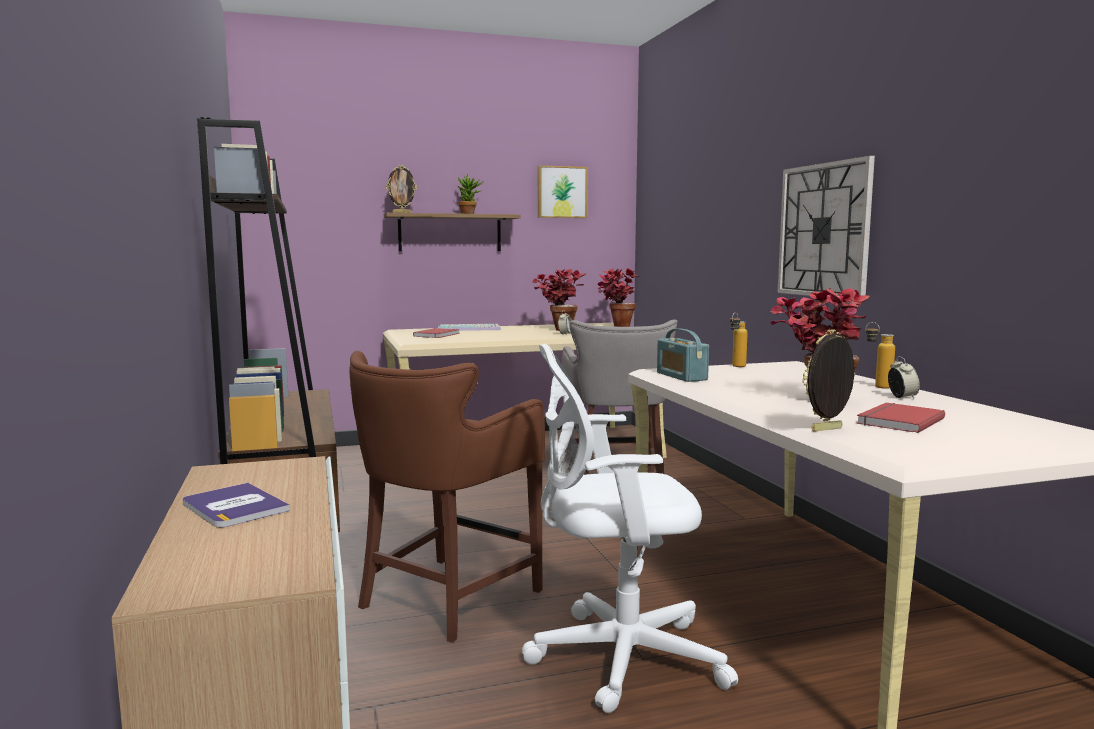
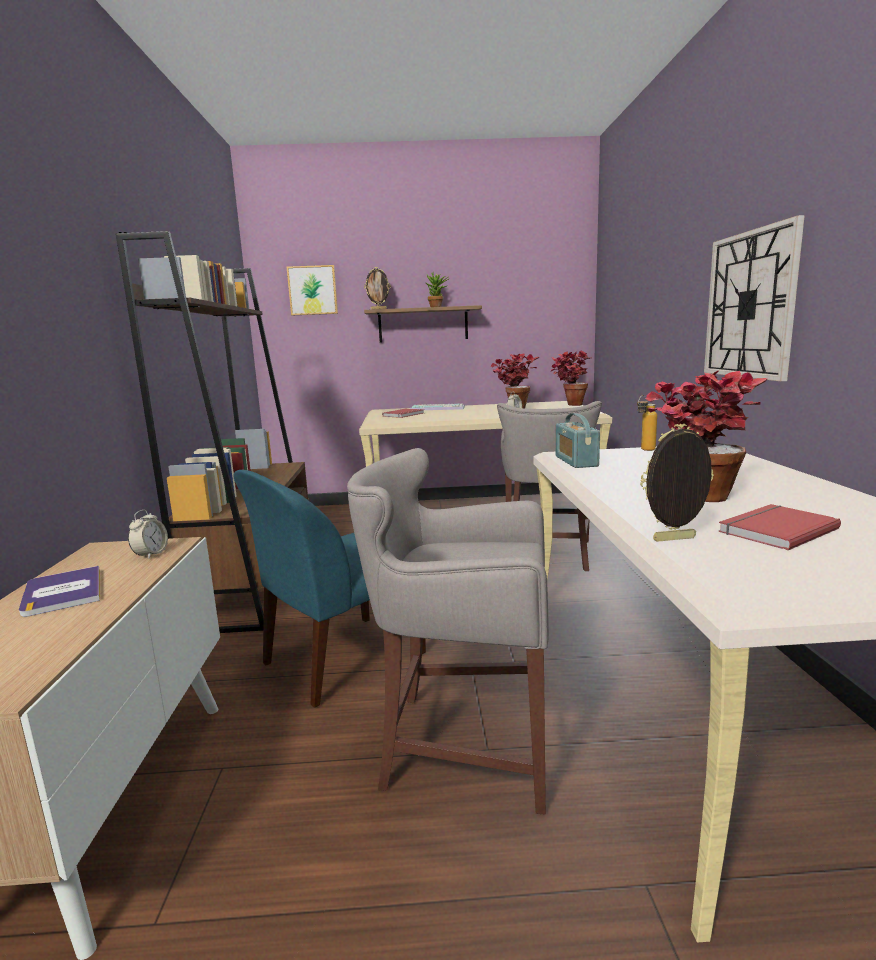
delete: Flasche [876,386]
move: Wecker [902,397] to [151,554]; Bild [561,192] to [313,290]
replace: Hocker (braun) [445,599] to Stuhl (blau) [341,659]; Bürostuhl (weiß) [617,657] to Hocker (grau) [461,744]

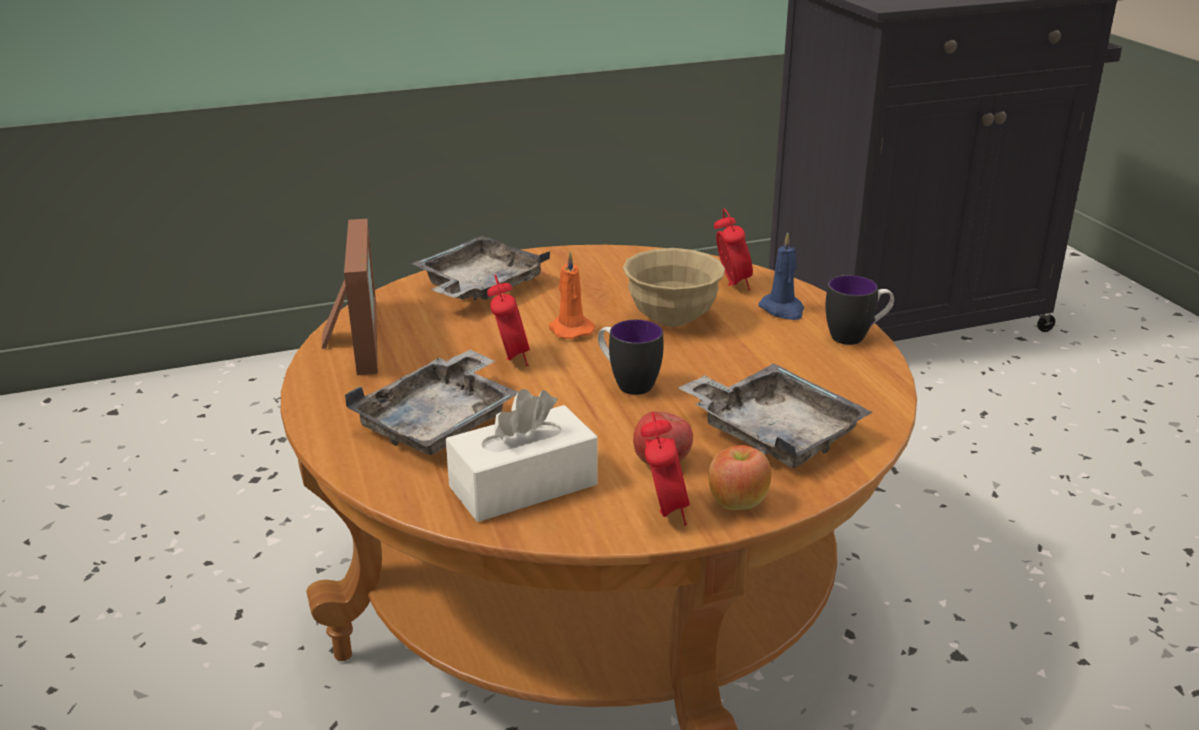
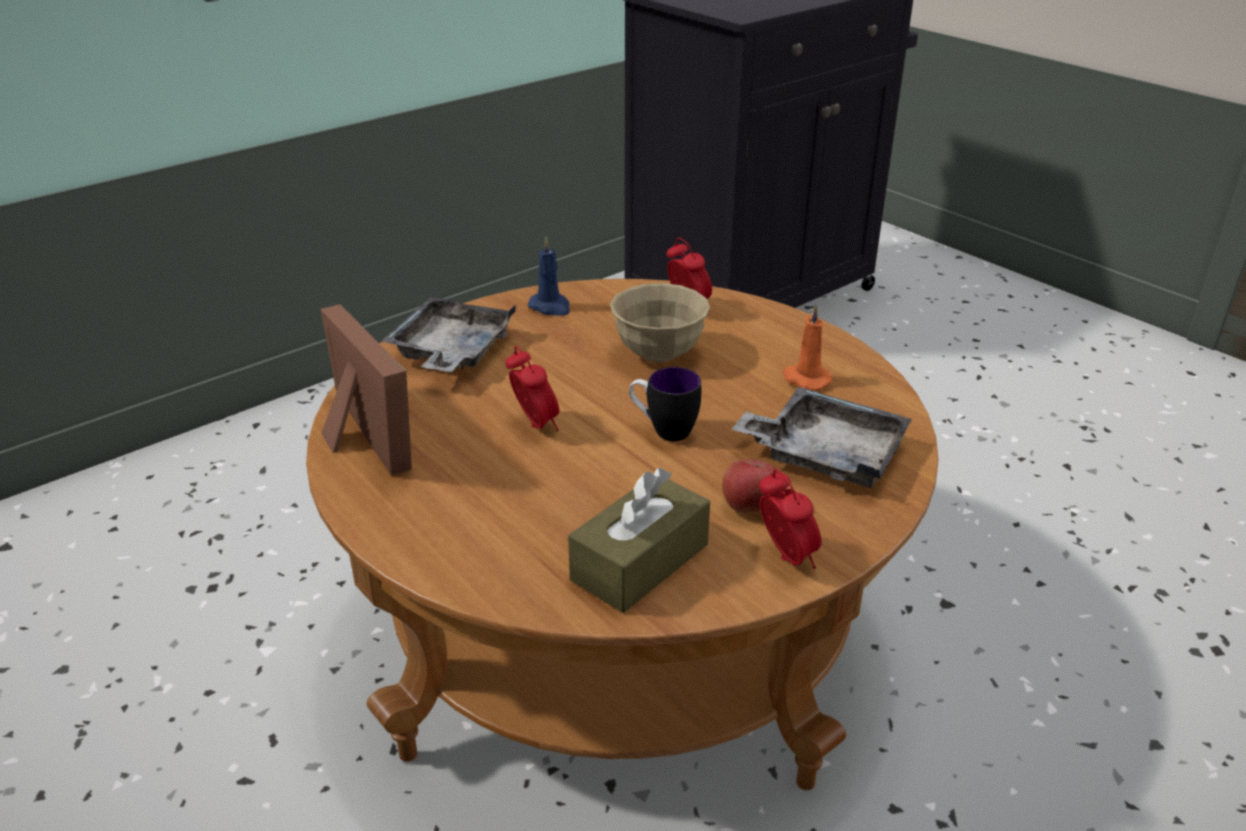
delete: Tablett (grau) [440,423]; Apfel [737,503]; Henkelbecher [856,337]
move: Kerze (blau) [782,310] to [550,307]; Kerze (orange) [570,329] to [805,379]
recolor: Taschentuchbox (weiß) [523,486] to Taschentuchbox (braun) [640,562]

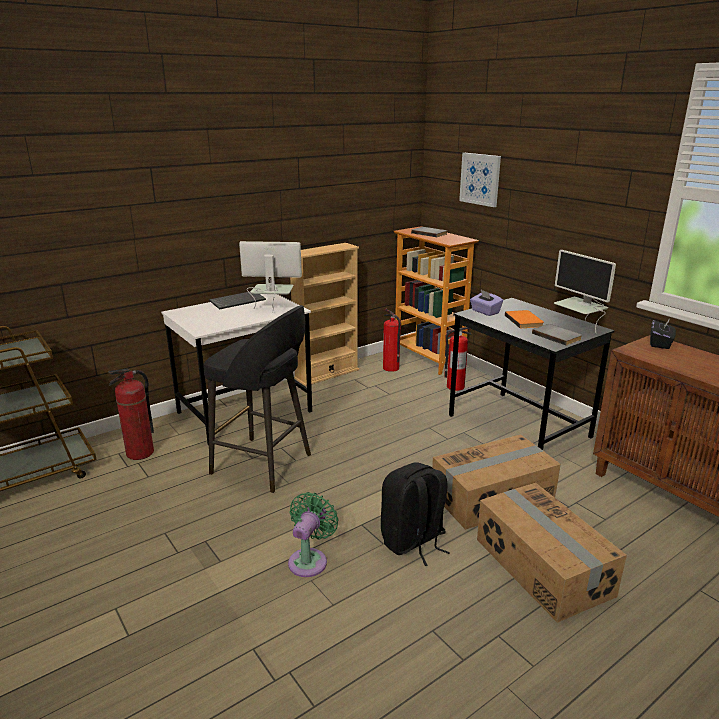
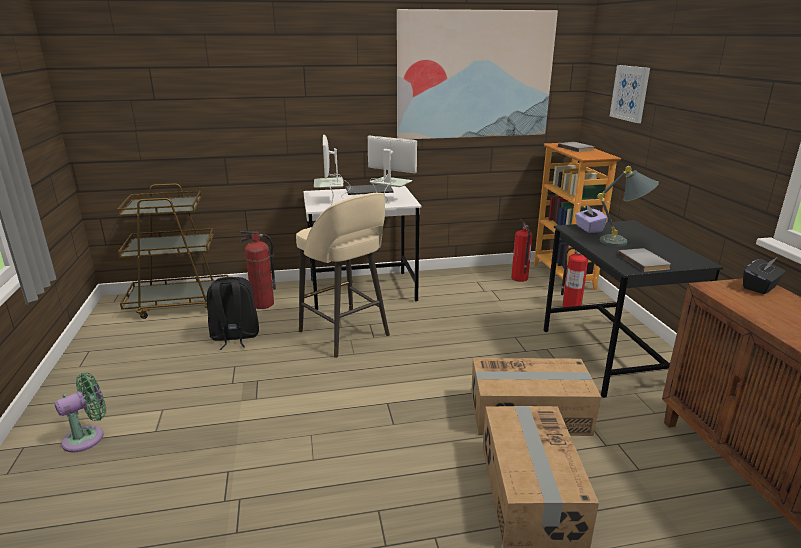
delete: Bücherregal (beige) [326,374]
insert: Bild [474,75]
move: Ventilator (grün) [310,560] to [88,437]; Rucksack (schwarz) [413,542] to [234,337]; Monitor [578,327] to [330,201]
replace: Buch (orange) [525,321] to Tischlampe (grau) [623,242]
recolor: Hocker (schwarz) [264,465] to Hocker (beige) [345,334]

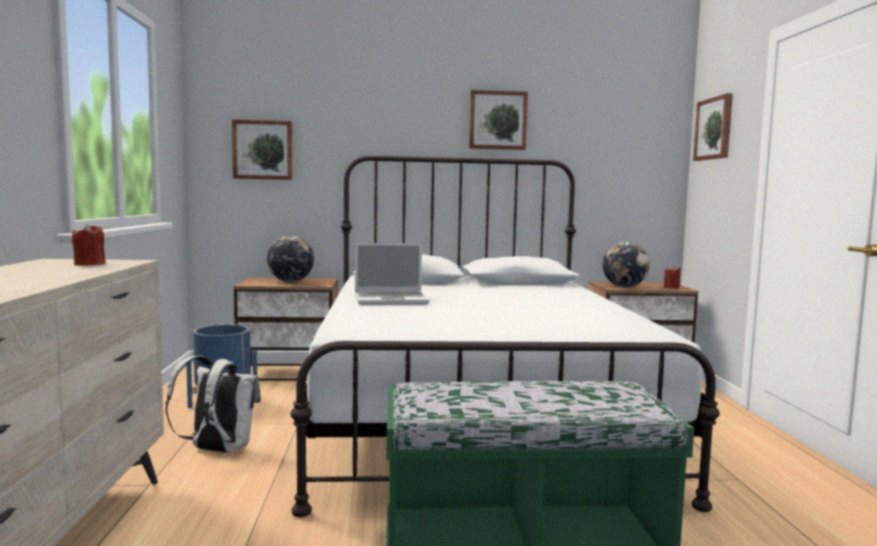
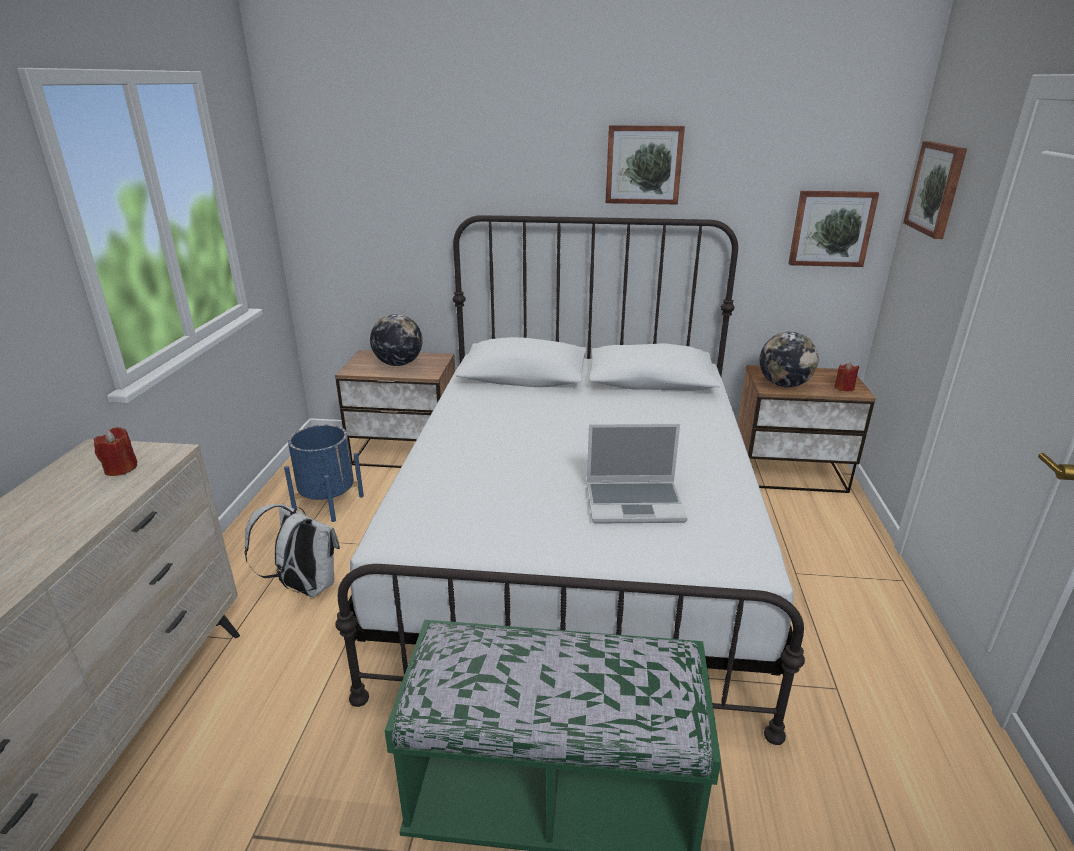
move: Laptop [391,300] to [635,503]; Bild [263,150] to [831,228]

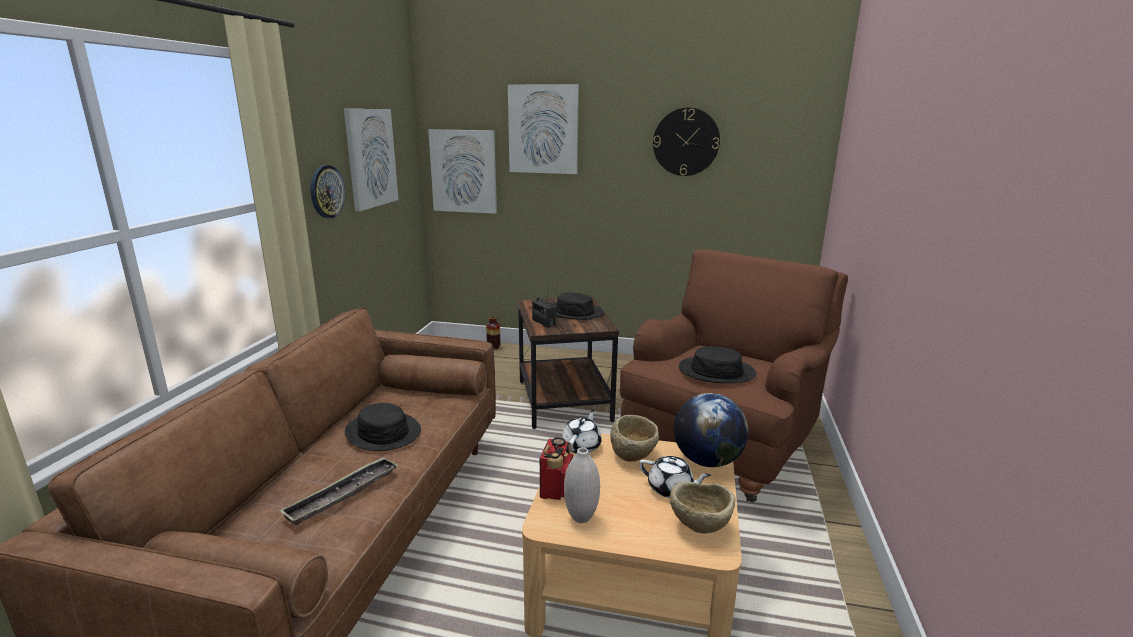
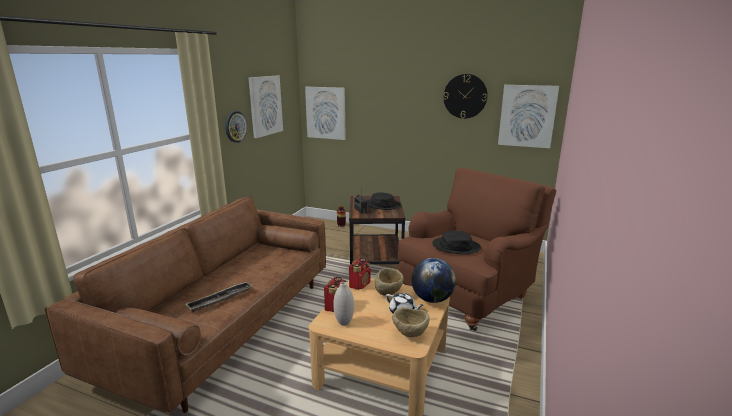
delete: Hut (schwarz) [383,432]
move: Bild [543,129] to [527,116]
replace: Teekanne (weiß) [581,446] to Radio [360,285]

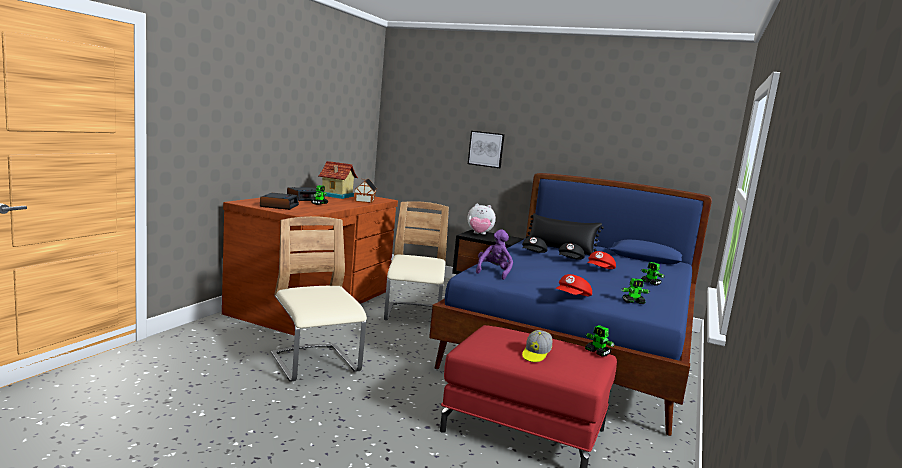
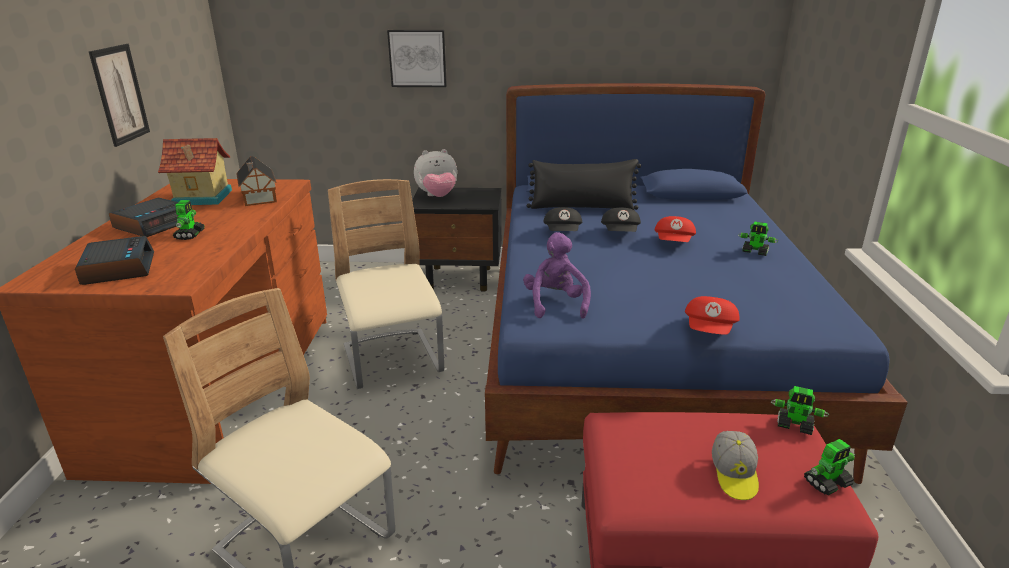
insert: Bild [120,94]
move: Spielzeugroboter [633,302] to [828,482]

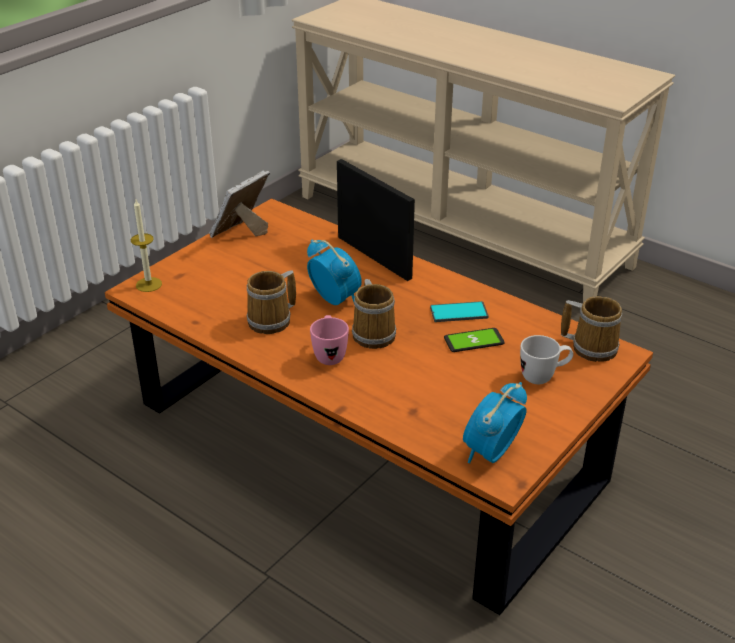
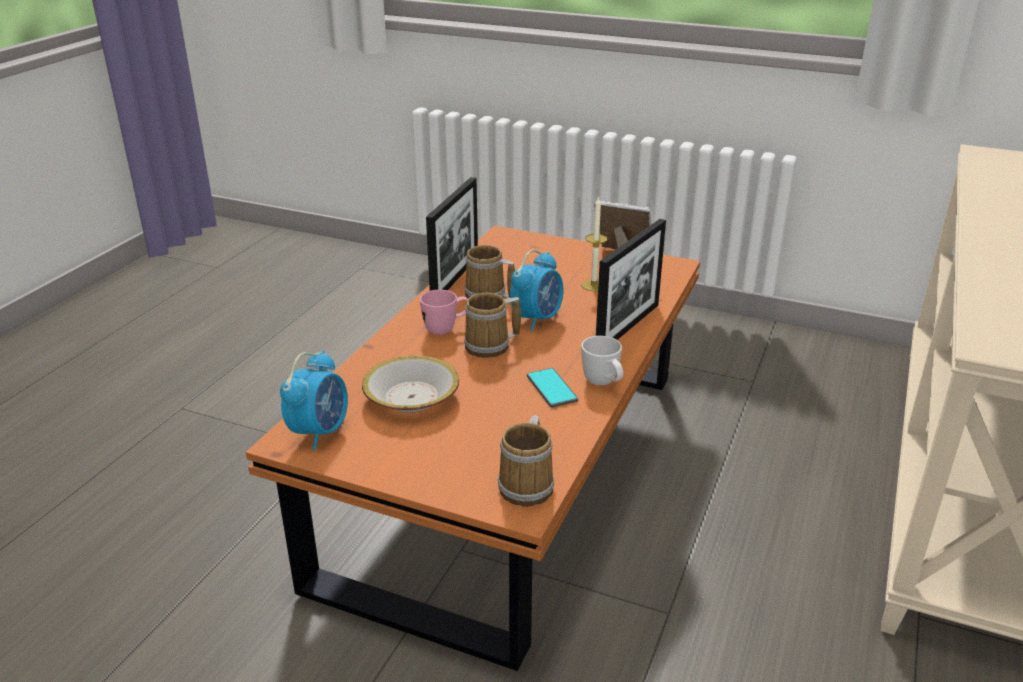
delete: Handy [474,341]
insert: Schüssel [411,398]; Bilderrahmen [455,278]
move: Kerze [148,284] to [593,285]; Henkelbecher (weiß) [543,377] to [603,384]
rotate: Wecker [491,453] = [320,431] 90 degrees clockwise

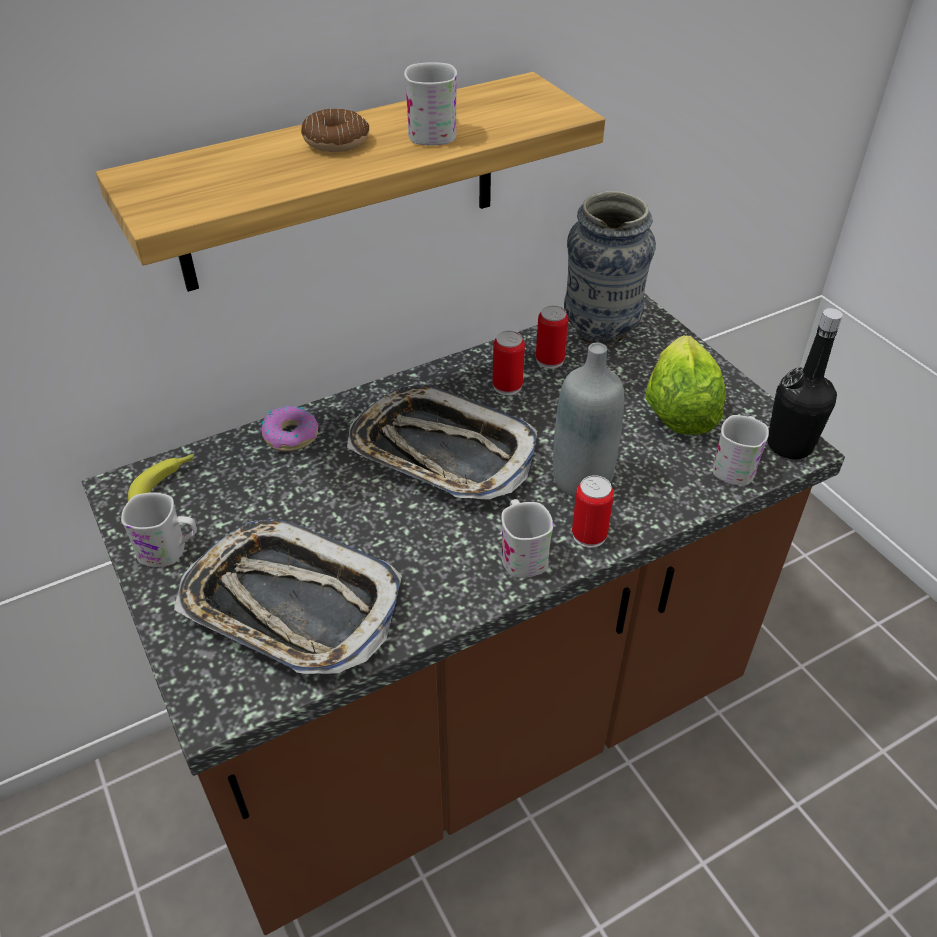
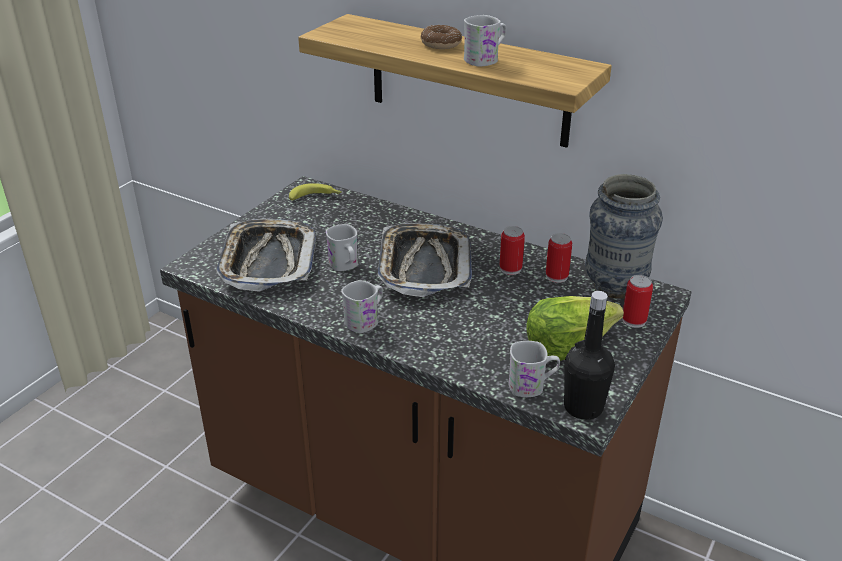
delete: Donut [291,435]; Flasche (grau) [581,480]
move: Henkelbecher (weiß) [170,550] to [345,266]; Dose [589,535] to [634,320]

